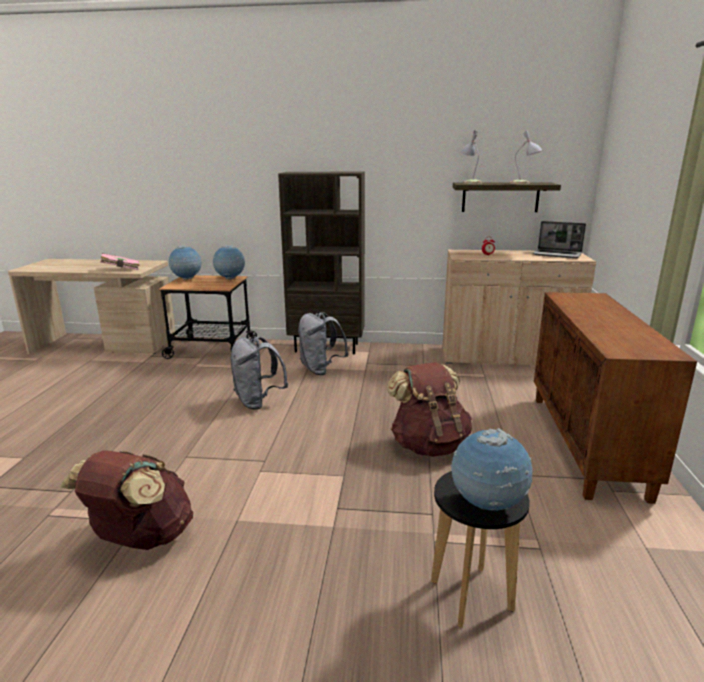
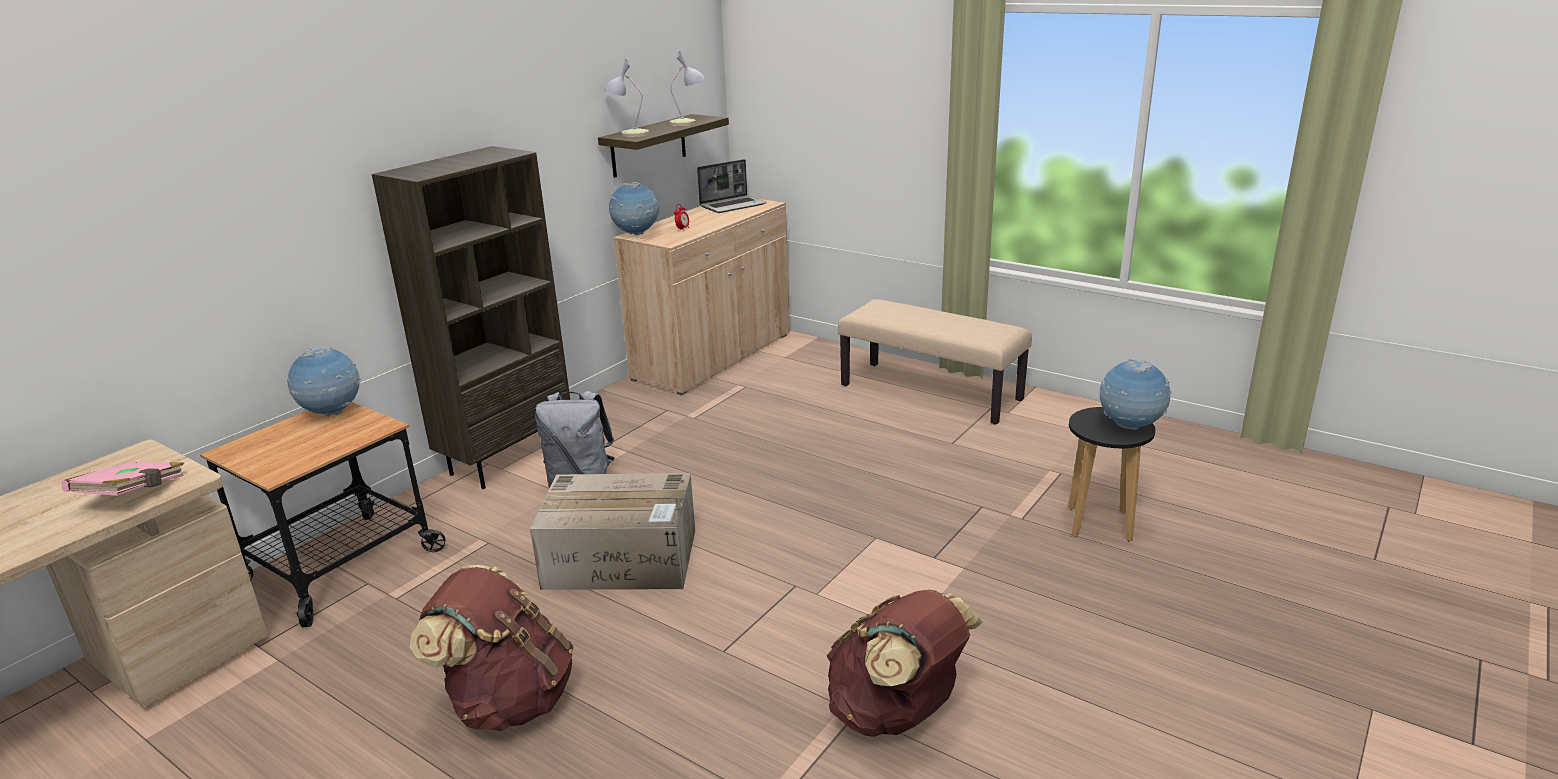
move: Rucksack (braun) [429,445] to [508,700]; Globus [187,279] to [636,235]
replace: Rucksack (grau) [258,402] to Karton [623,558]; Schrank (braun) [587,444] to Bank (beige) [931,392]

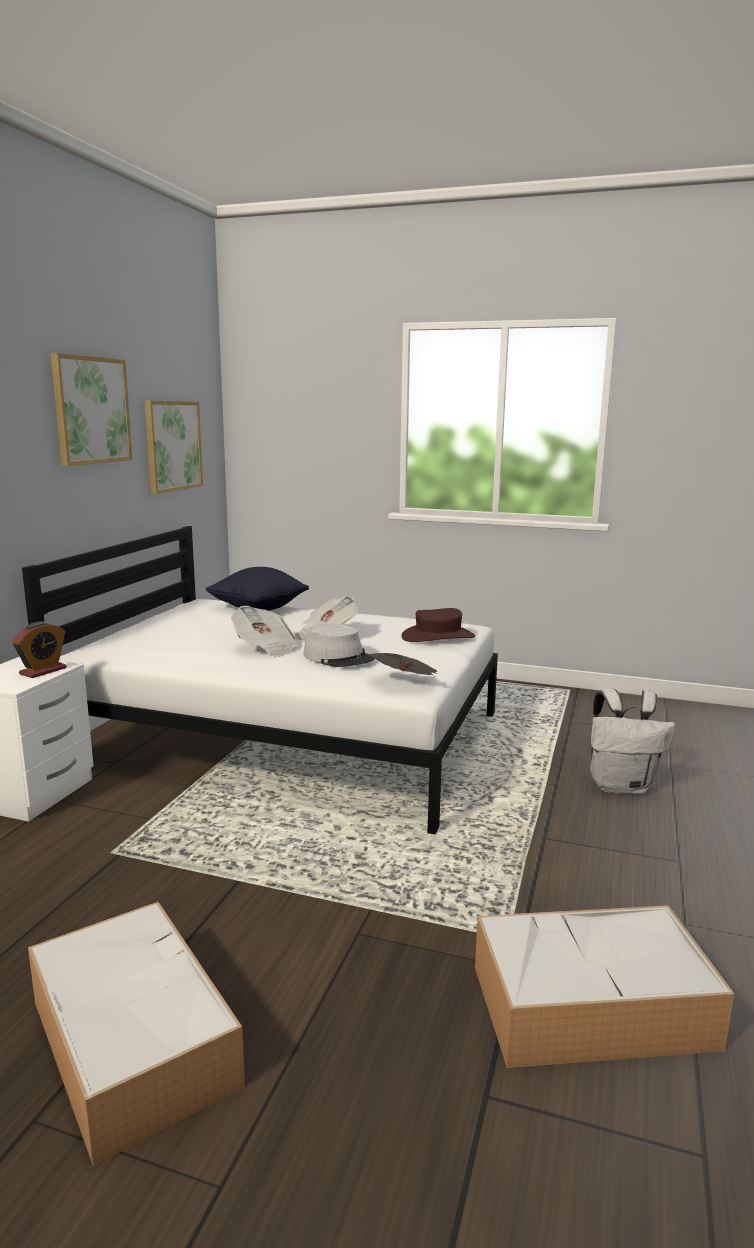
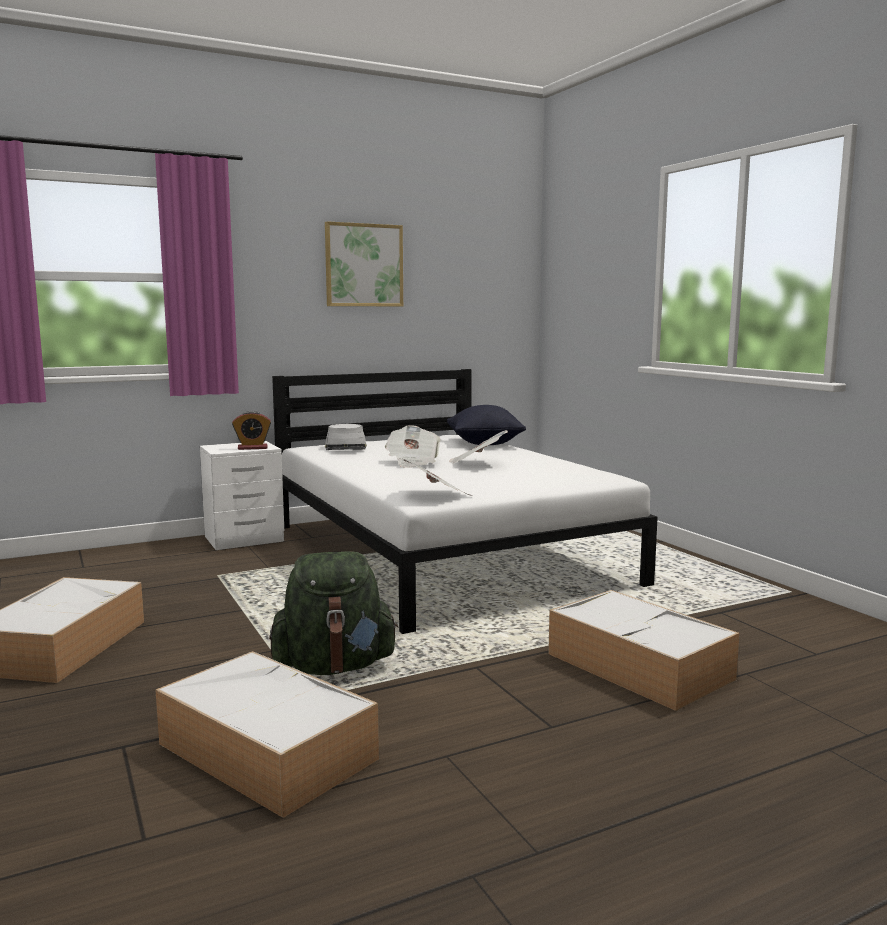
delete: Bild [172,445]; Hut (braun) [438,637]
insert: Rucksack (grün) [334,667]
move: Hut (grau) [339,657] to [346,447]
replace: Rucksack (weiß) [621,786] to Aufbewahrungsbox [641,667]

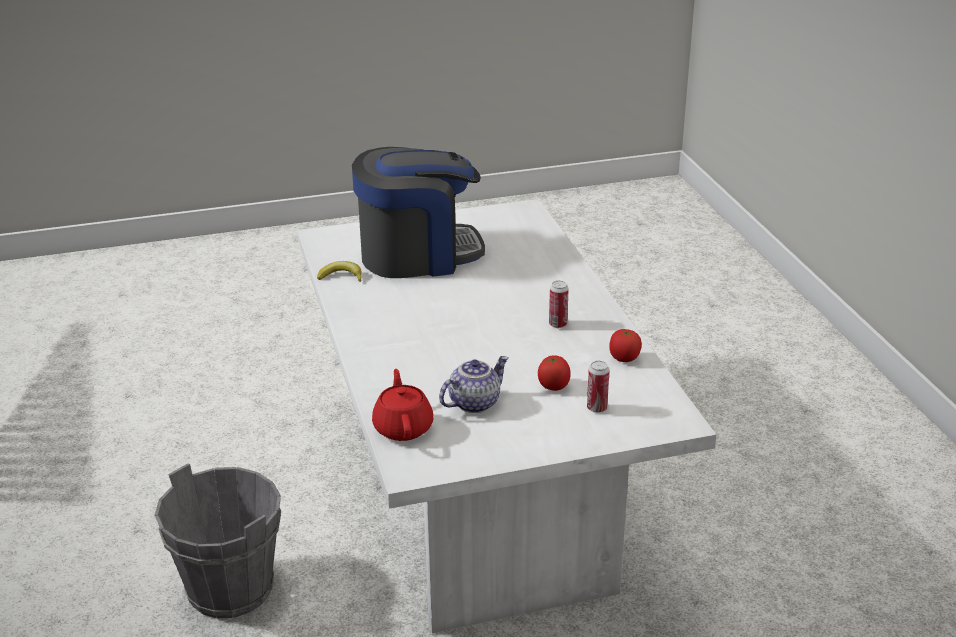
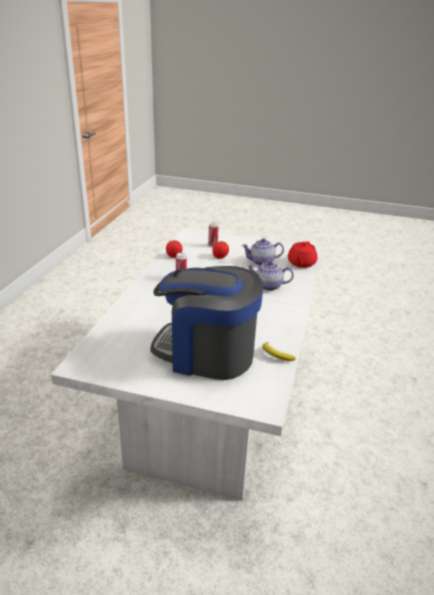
delete: Eimer (grau) [231,589]
insert: Teekanne [268,286]

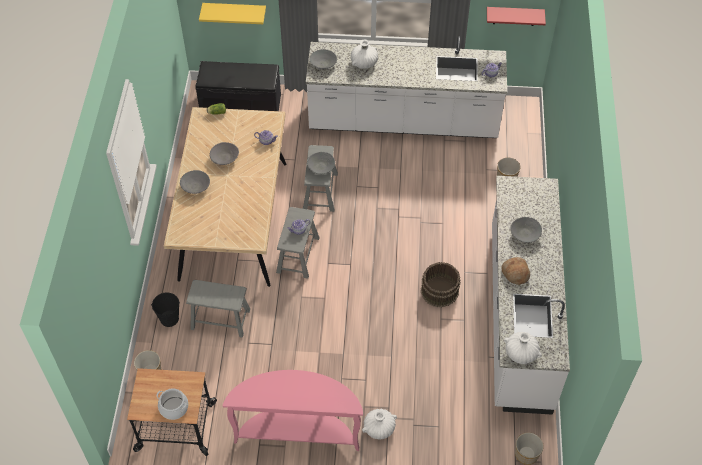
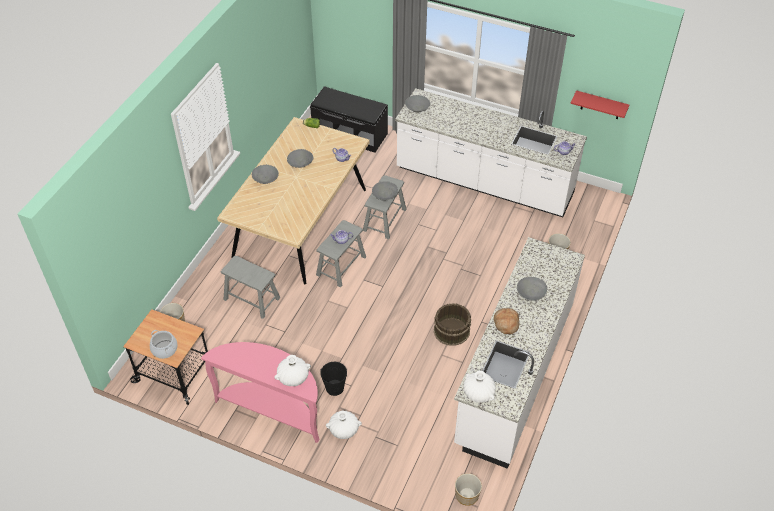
delete: Wandregal (gelb) [235,12]
move: Vase (weiß) [364,63] to [293,377]; Eimer (schwarz) [169,318] to [334,387]

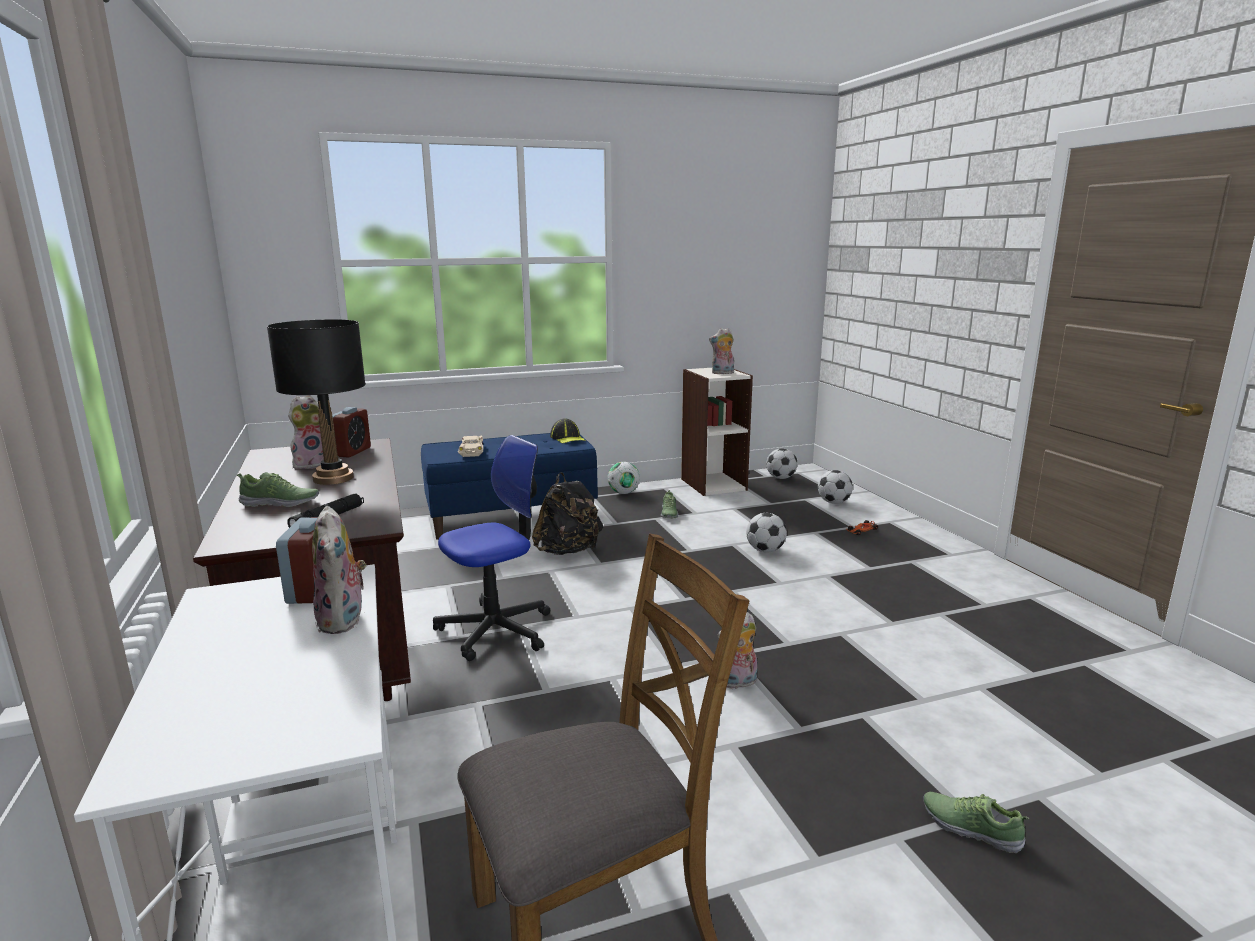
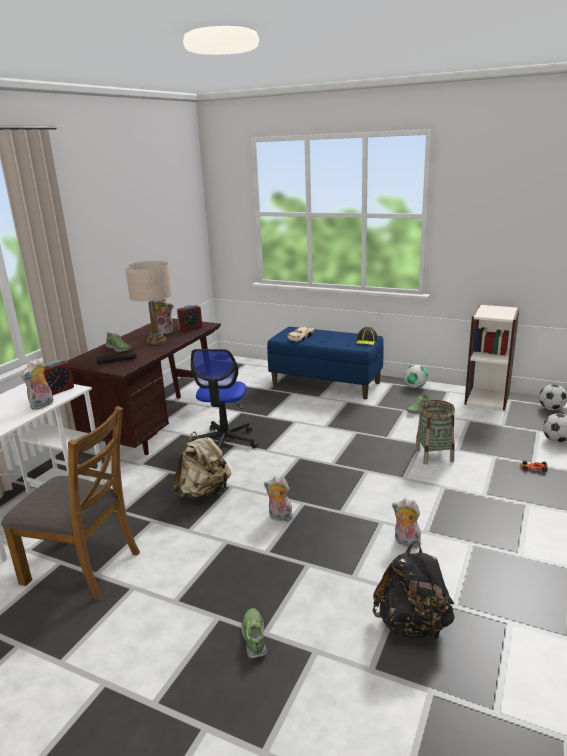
insert: Rucksack (beige) [204,493]
move: Rucksack (schwarz) [568,551] to [412,625]; Plüschtier [722,373] to [405,542]
replace: Fußball [765,550] to Korb [434,455]
recolor: Tischlampe (schwarz) [333,478] to Tischlampe (beige) [156,341]
rotate: Bürostuhl [496,630] = [225,442] 90 degrees clockwise

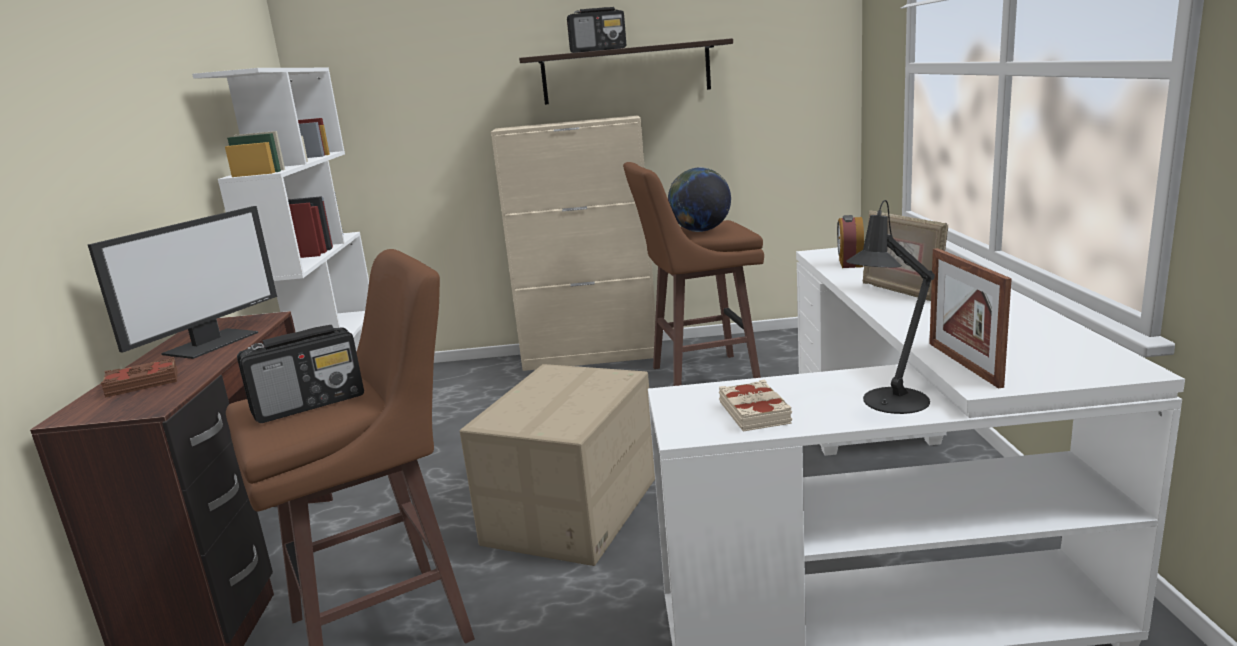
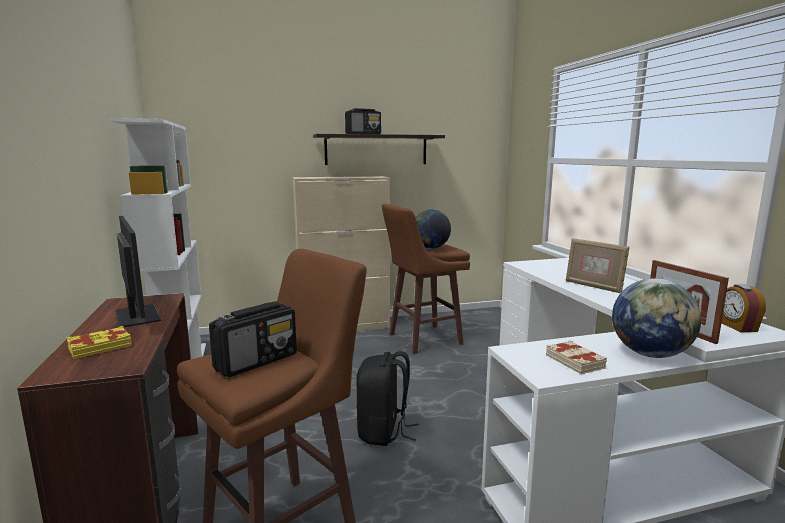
move: Wecker [850,263] to [737,327]
replace: Karton [574,510] to Rucksack (schwarz) [384,432]; Tischlampe (schwarz) [890,403] to Globus [650,354]
recolor: Buch (braun) [142,383] to Buch (gelb) [100,347]
rotate: Monitor [211,343] = [136,315] 45 degrees counterclockwise

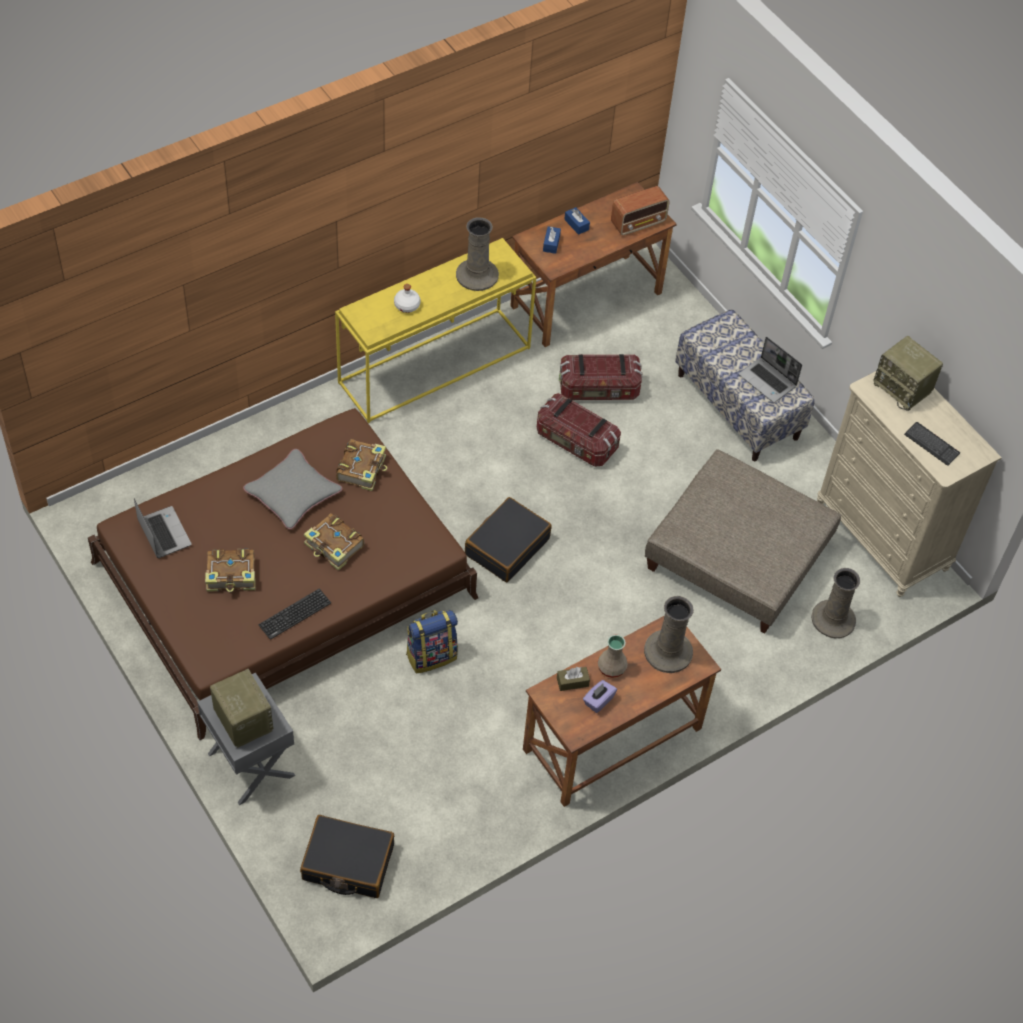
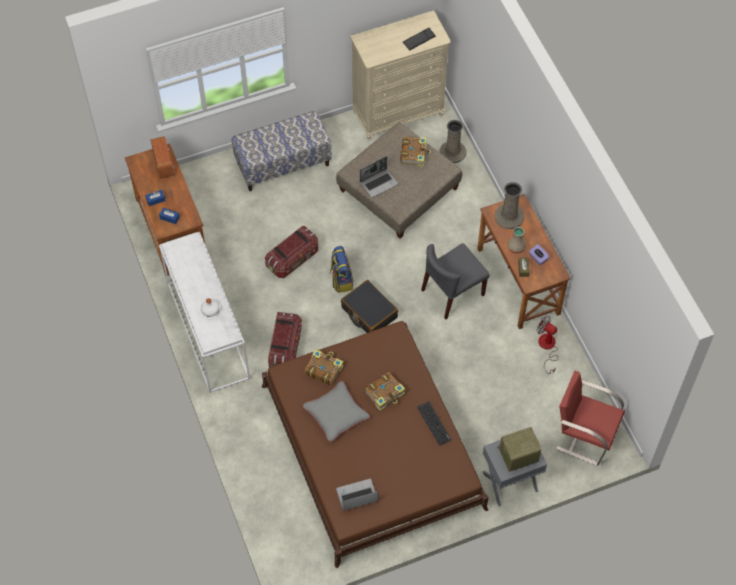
delete: Vase (beige) [477,275]; Radio [903,388]
insert: Stuhl (grau) [452,293]; Ventilator [547,347]
move: Aufbewahrungsbox [599,390] to [285,347]; Rucksack [431,655] to [341,280]; Laptop [768,381] to [379,183]; Buch [232,575] to [414,154]
replace: Koffer (schwarz) [347,863] to Stuhl (rot) [584,435]
recolor: Konsolentisch (gelb) [435,364] to Konsolentisch (weiß) [207,330]

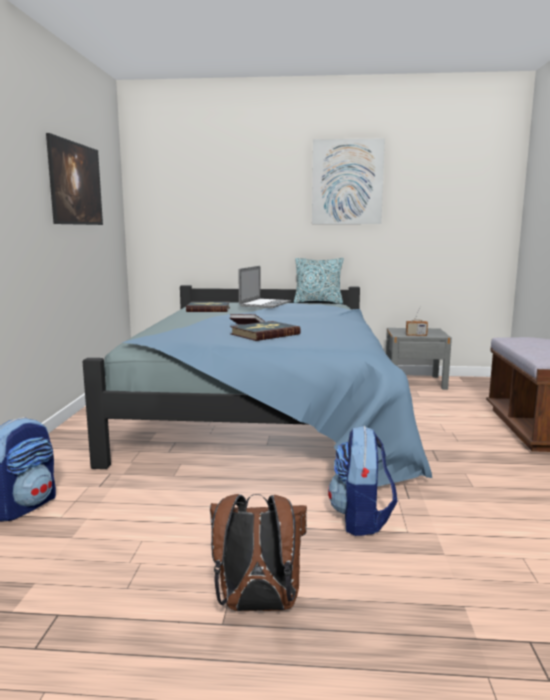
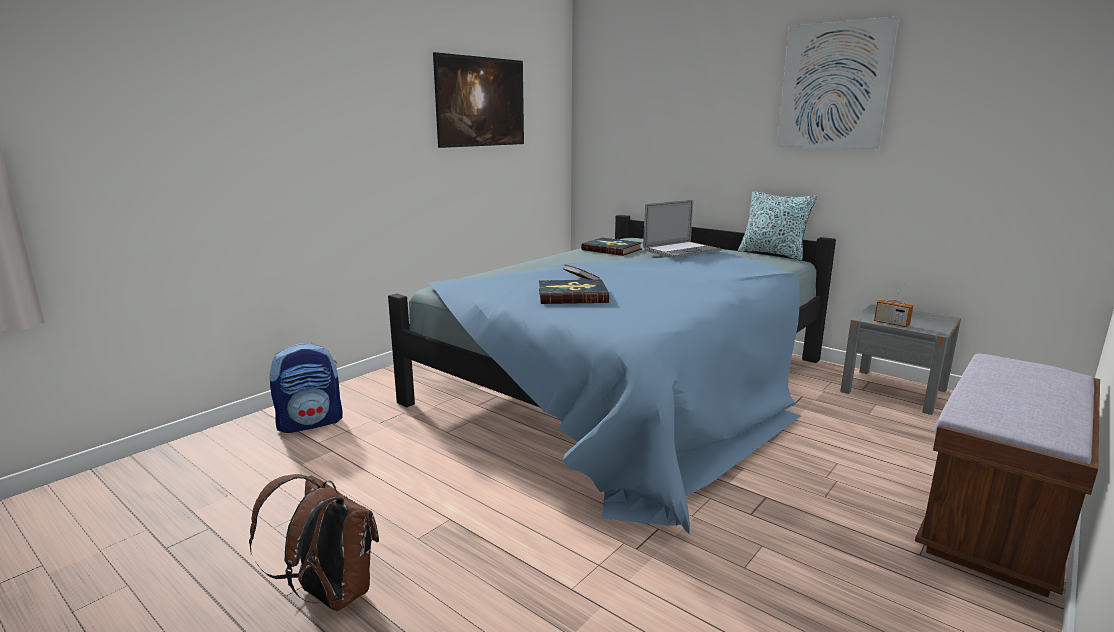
delete: Rucksack [361,519]

